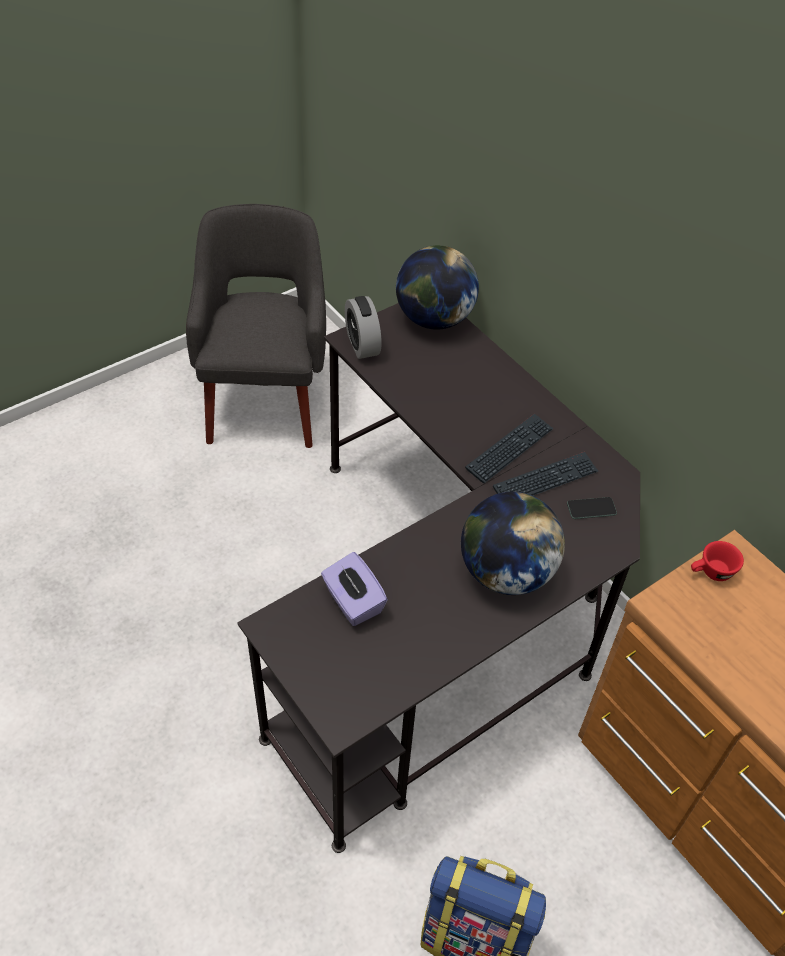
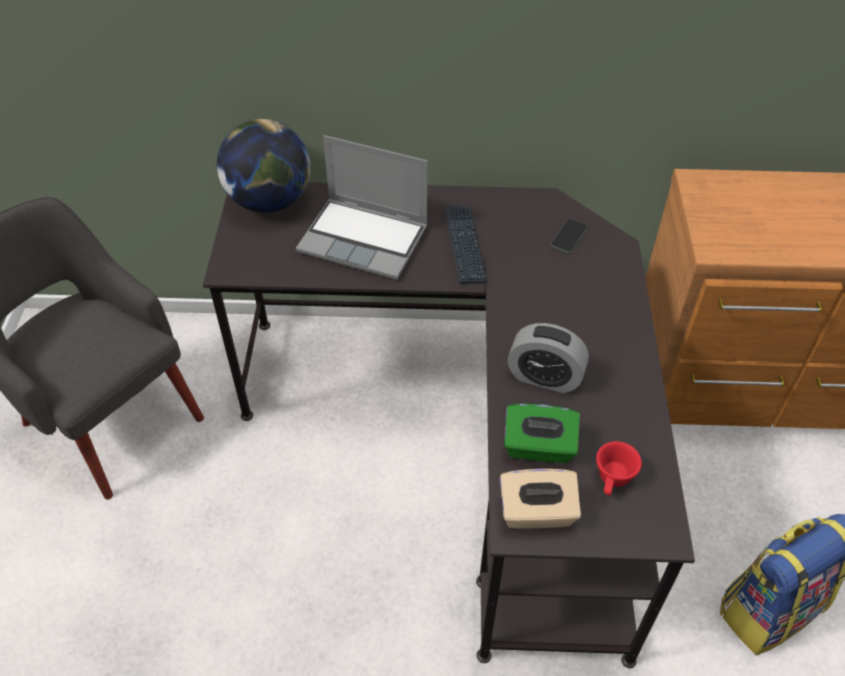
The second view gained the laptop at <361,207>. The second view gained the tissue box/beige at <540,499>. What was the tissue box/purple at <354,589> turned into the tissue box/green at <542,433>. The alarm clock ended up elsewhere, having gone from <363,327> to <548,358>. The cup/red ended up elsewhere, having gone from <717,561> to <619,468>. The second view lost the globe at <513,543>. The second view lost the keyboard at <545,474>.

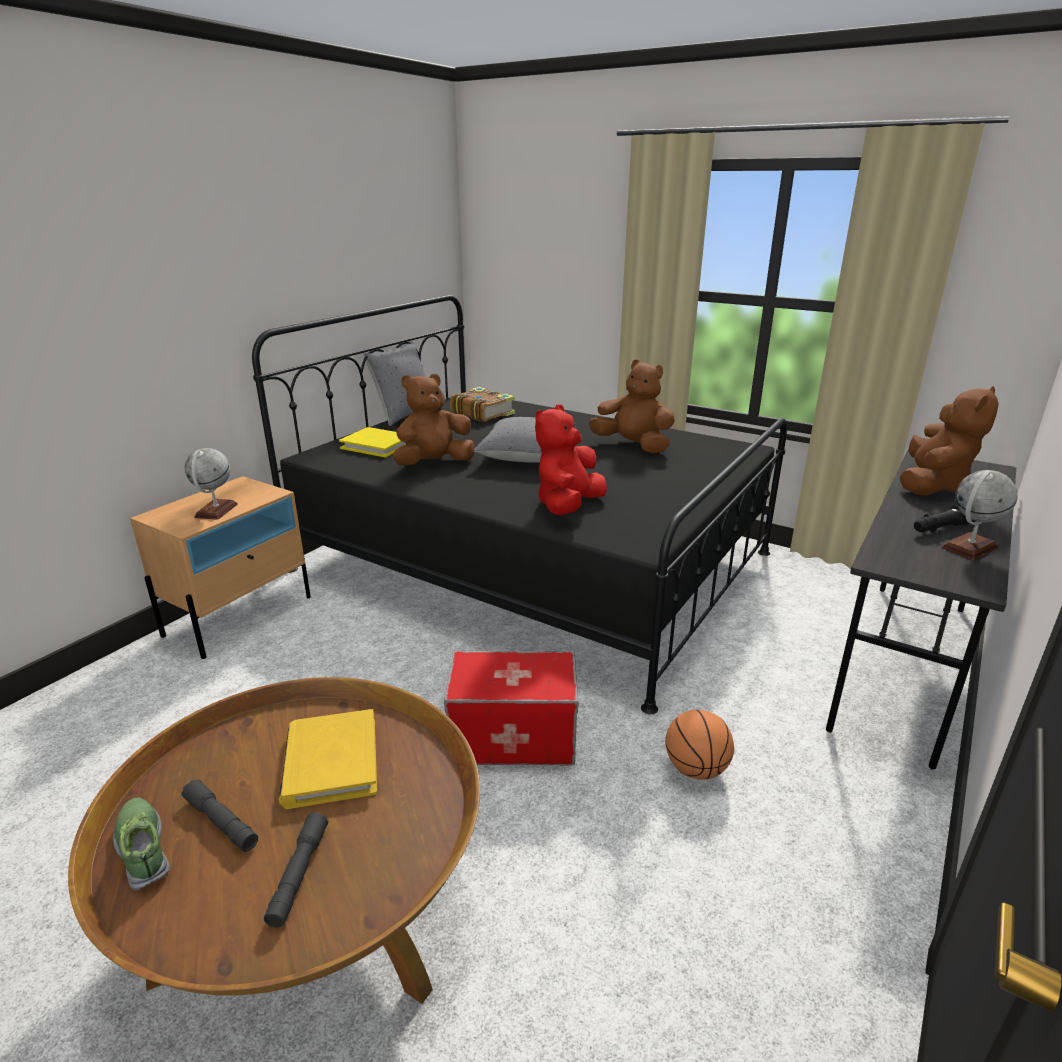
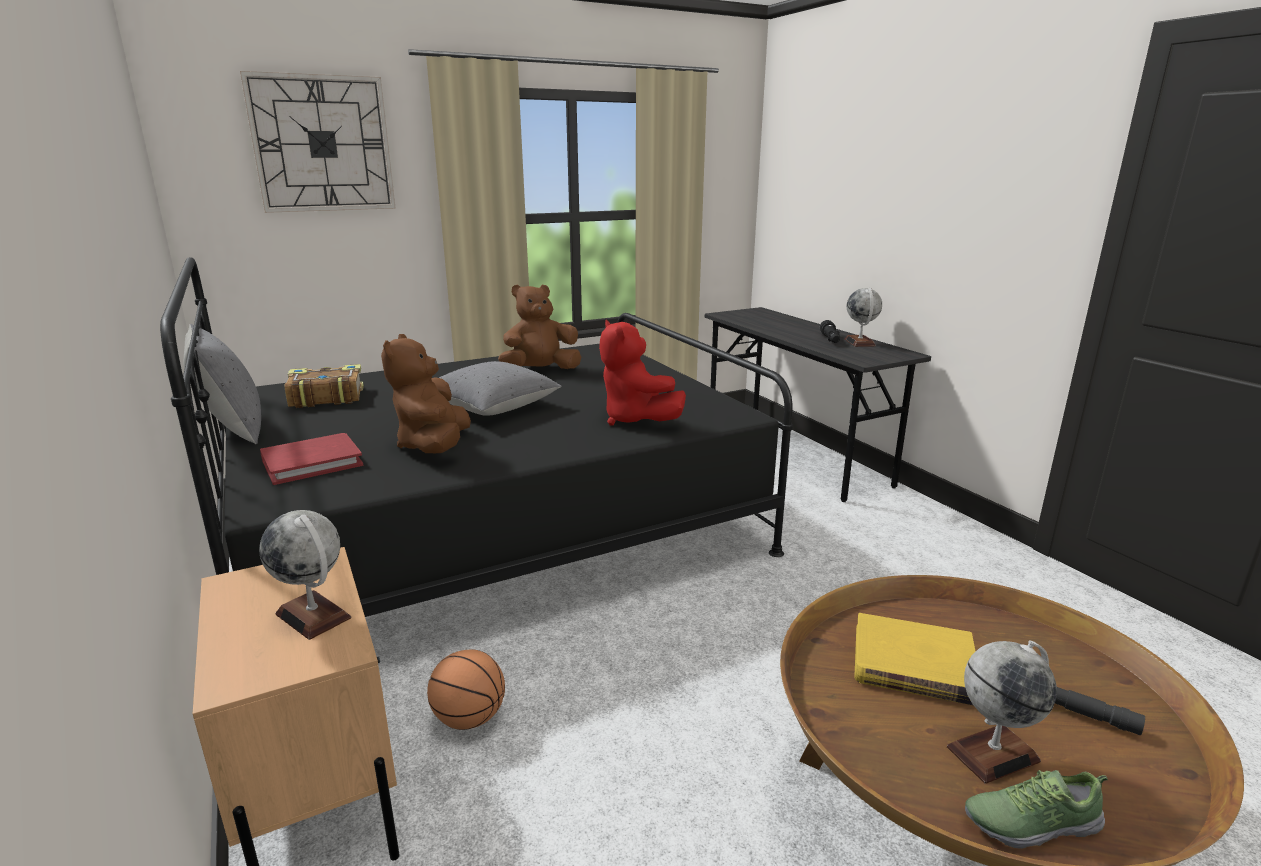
The second view gained the wall clock at <318,142>. What was the book/yellow at <372,442> turned into the book/red at <311,459>. The basketball ended up elsewhere, having gone from <699,745> to <466,690>. Where the flashlight/grey stood at <220,815>, the globe came to stand at <1002,712>. The second view lost the storage box at <511,708>. The second view lost the plush toy/brown at <949,441>.

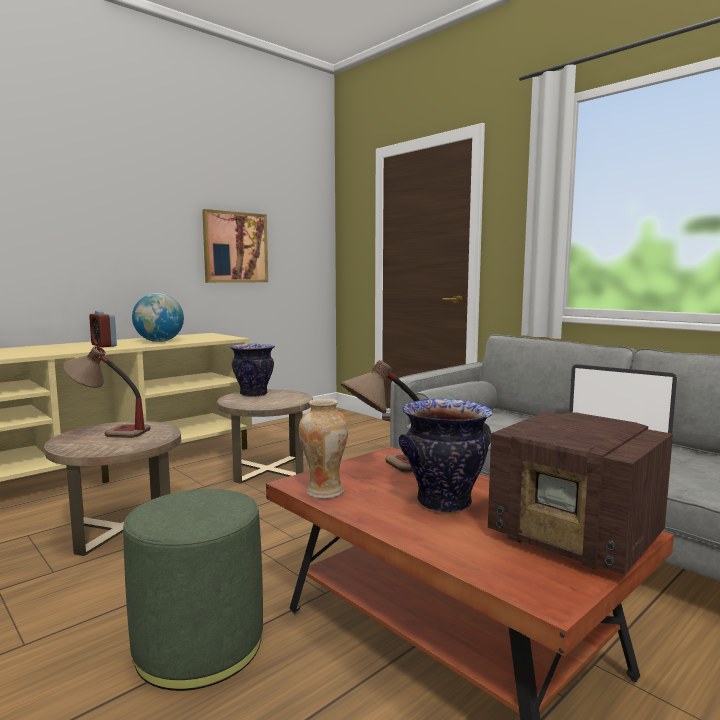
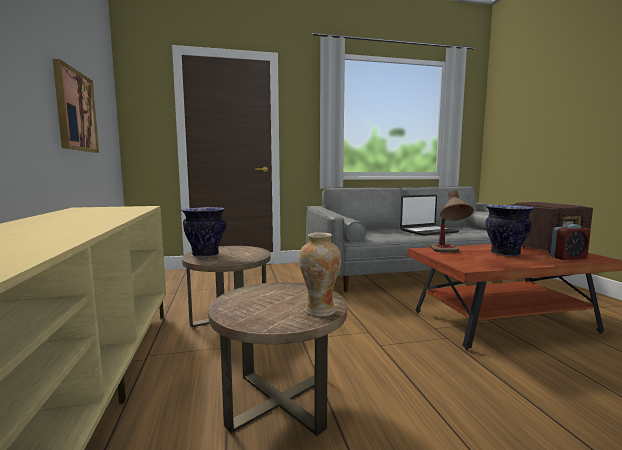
The vase ended up elsewhere, having gone from <323,449> to <320,274>. The alarm clock ended up elsewhere, having gone from <103,329> to <570,242>. The second view lost the table lamp at <106,392>. The second view lost the ottoman/green at <193,590>. The second view lost the globe at <158,317>.

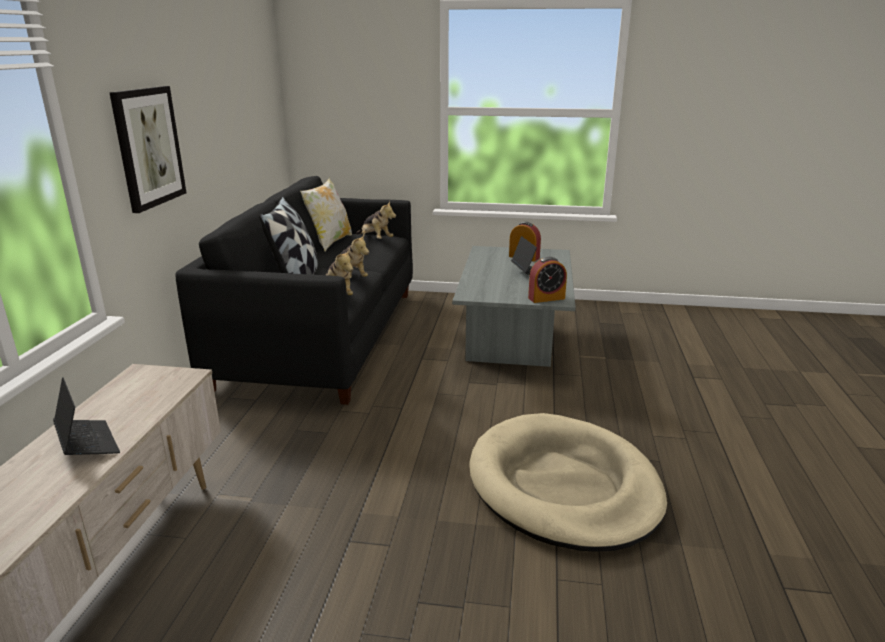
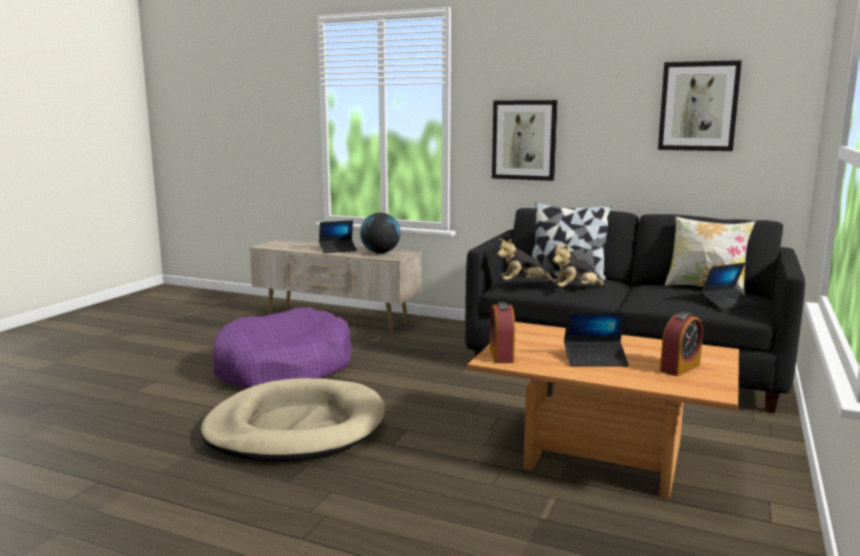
The second view gained the dog bed/purple at <282,347>. The second view gained the globe at <380,233>. What was the coffee table/grey at <514,306> turned into the coffee table/brown at <603,410>. The second view gained the picture at <700,105>. Where the plush toy stood at <376,220>, the laptop came to stand at <728,286>.

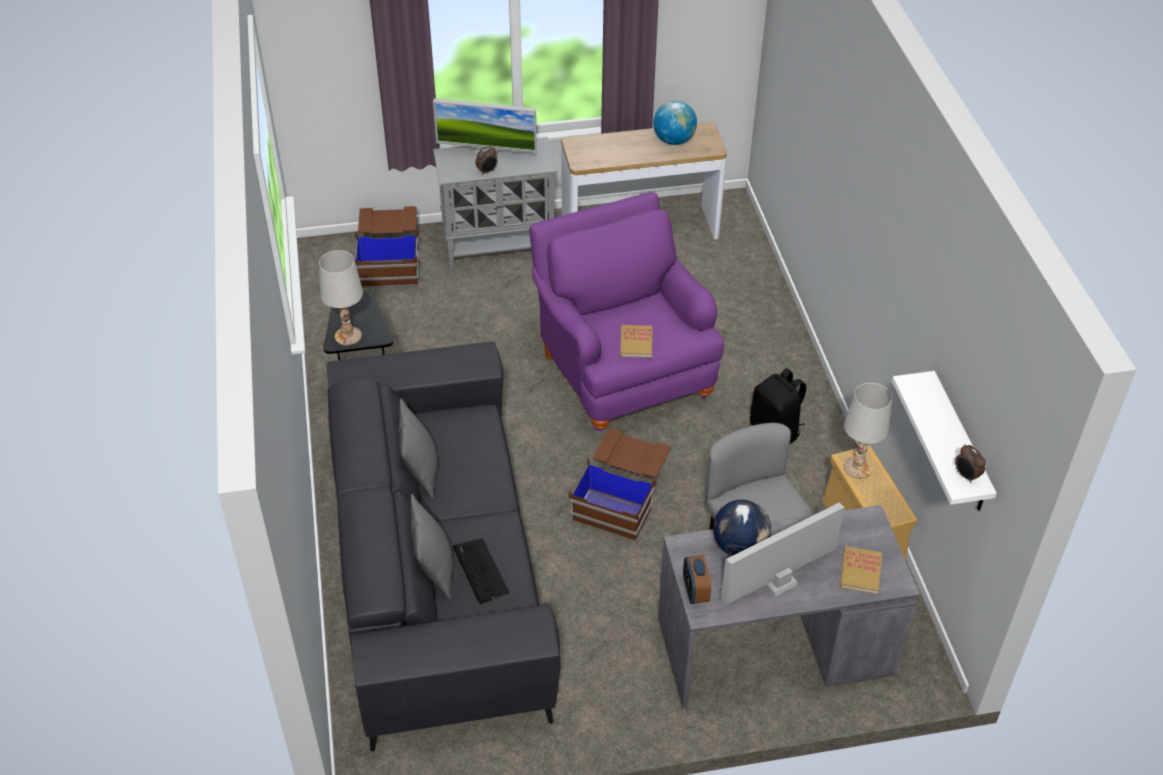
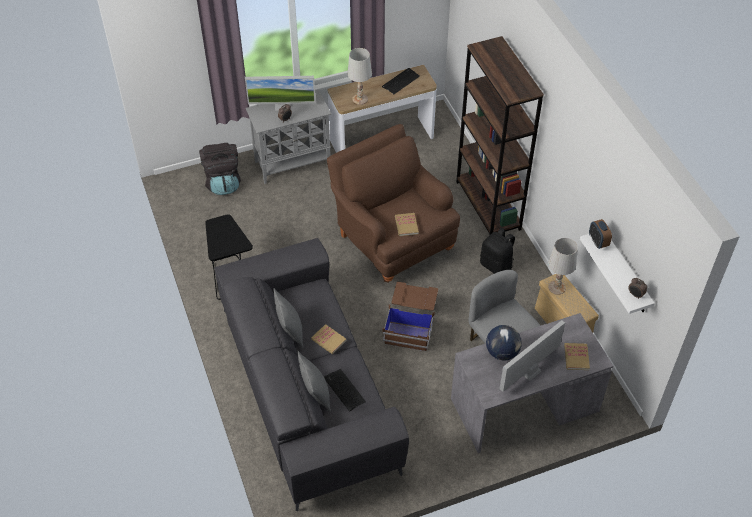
Where the storage box/brown stood at <386,246>, the backpack/black came to stand at <220,169>. The second view gained the book at <329,339>. What was the armchair/purple at <626,311> turned into the armchair/brown at <393,203>. The table lamp/white ended up elsewhere, having gone from <341,298> to <360,76>. Where the globe stood at <675,123>, the keyboard came to stand at <401,81>. The second view gained the bookcase/brown at <500,136>. The alarm clock ended up elsewhere, having gone from <697,579> to <600,234>.

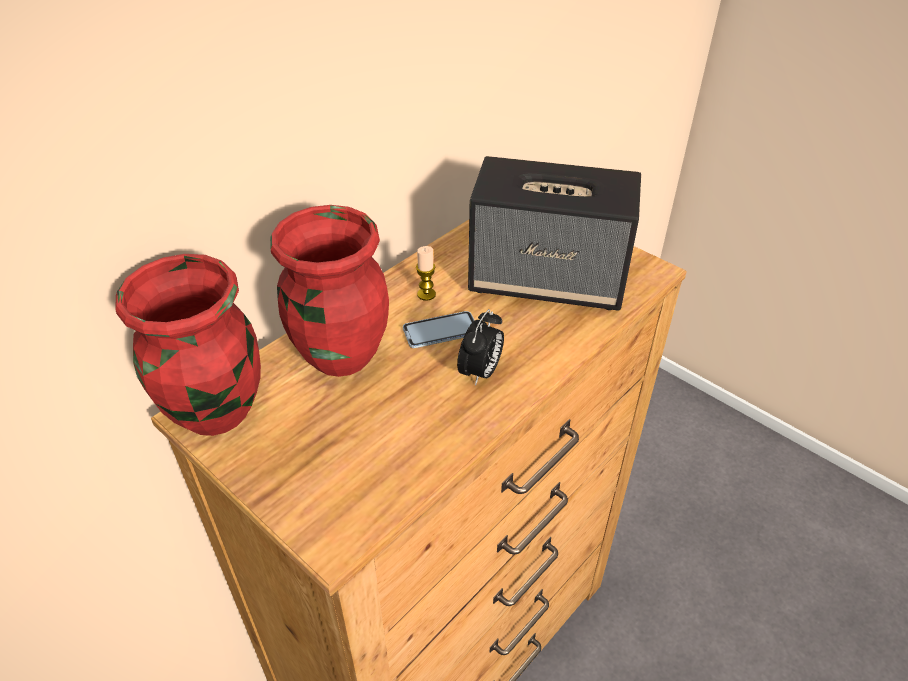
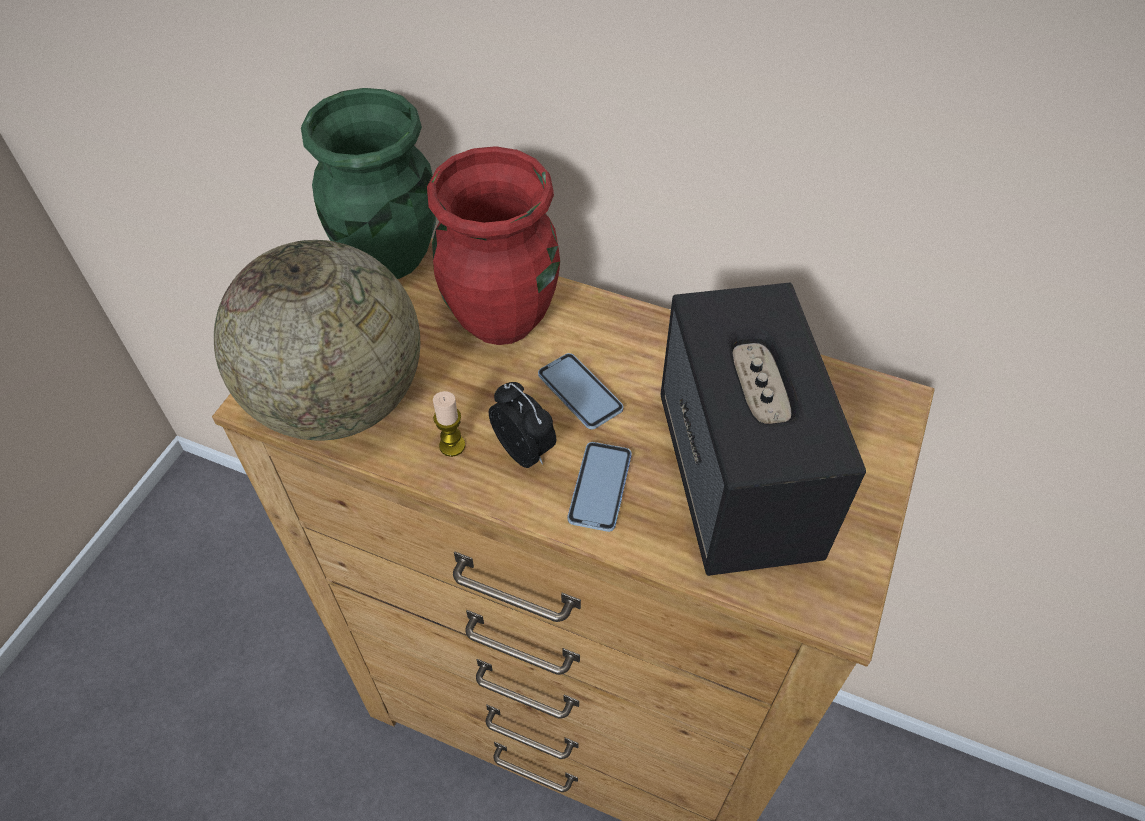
The second view gained the globe at <317,340>. What was the vase/red at <188,345> turned into the vase/green at <368,183>. The candle ended up elsewhere, having gone from <426,273> to <449,424>. The alarm clock at <480,347> ended up facing another way, 135 degrees counterclockwise from before. The second view gained the phone at <600,487>.

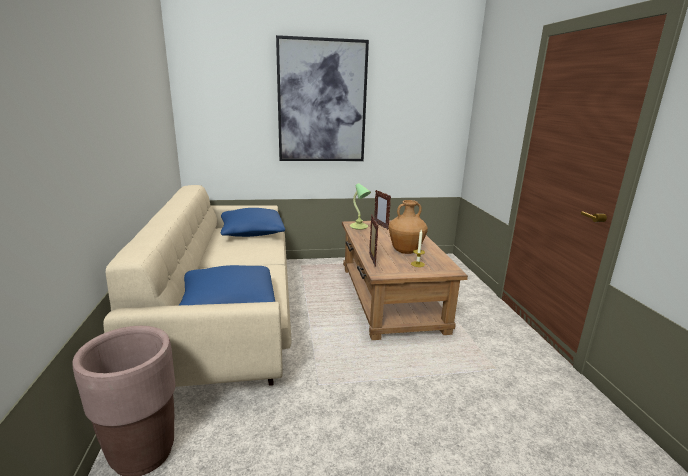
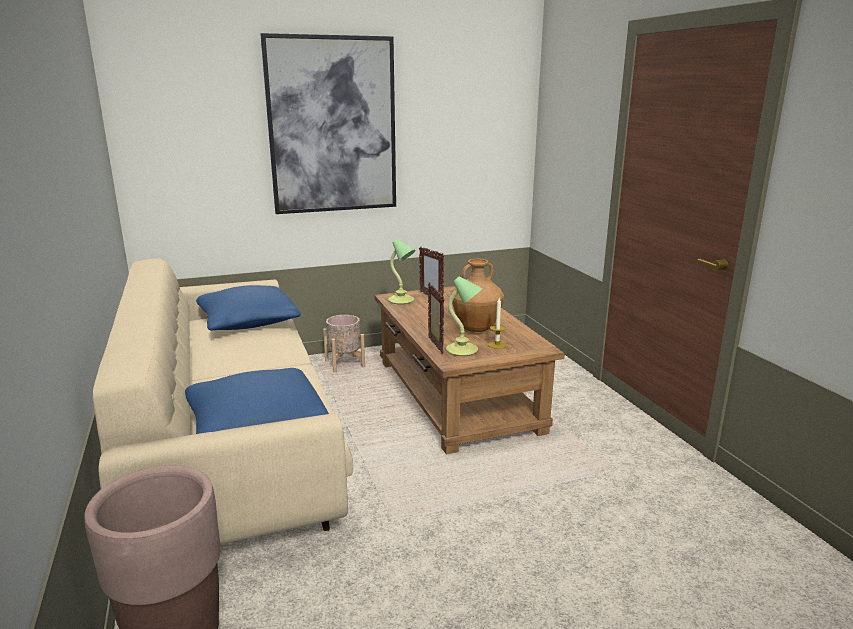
The second view gained the planter/beige at <344,343>. The second view gained the table lamp at <464,316>.

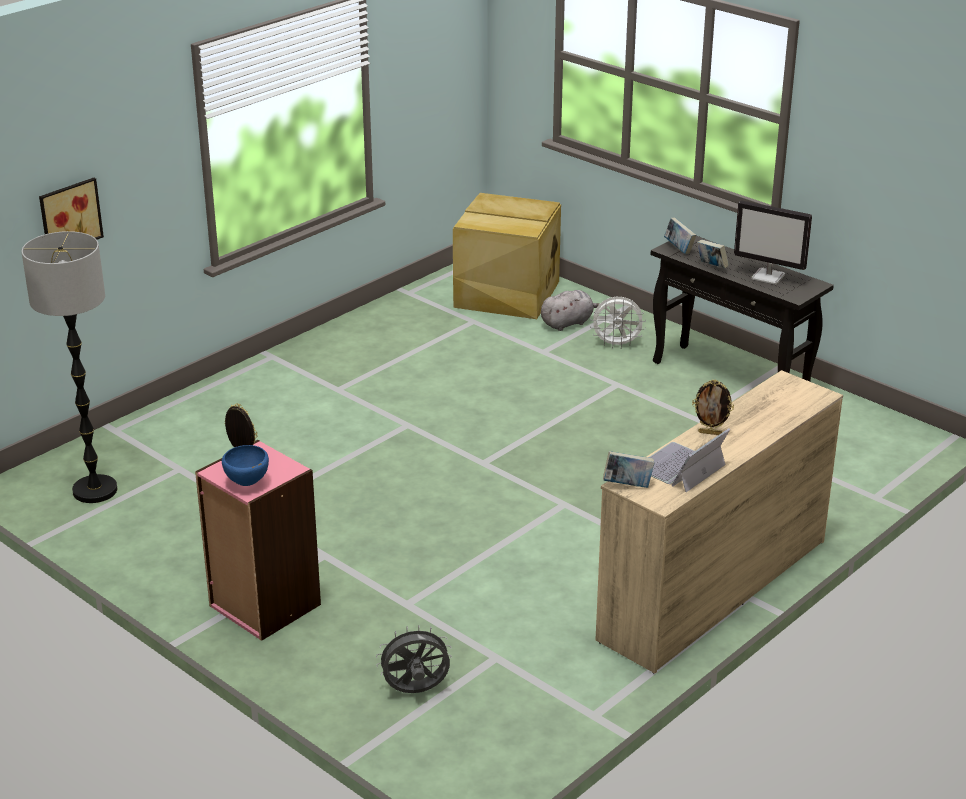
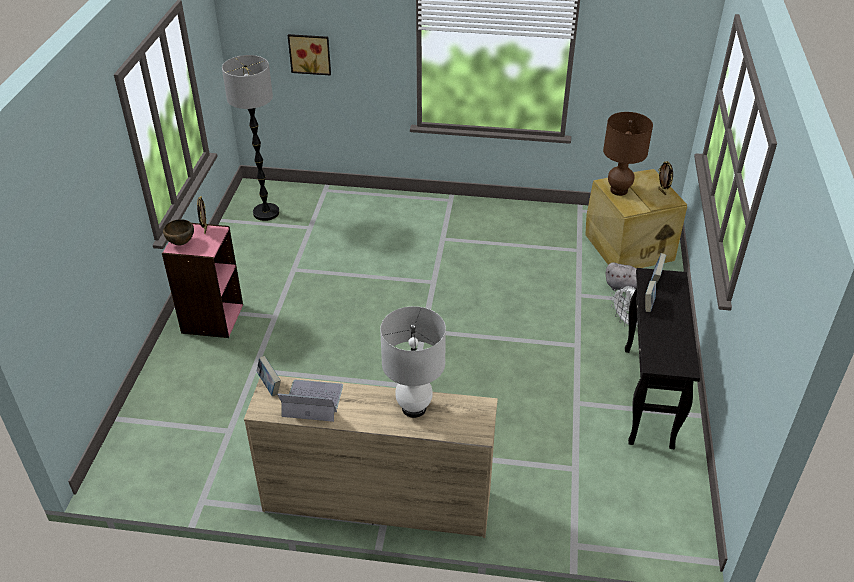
What was the bowl/blue at <245,465> turned into the bowl/brown at <178,232>. The second view gained the table lamp/white at <413,362>. The second view gained the table lamp/brown at <628,154>. The picture frame ended up elsewhere, having gone from <713,407> to <665,178>. The second view lost the fan/grey at <414,659>. The second view lost the monitor at <773,242>.

